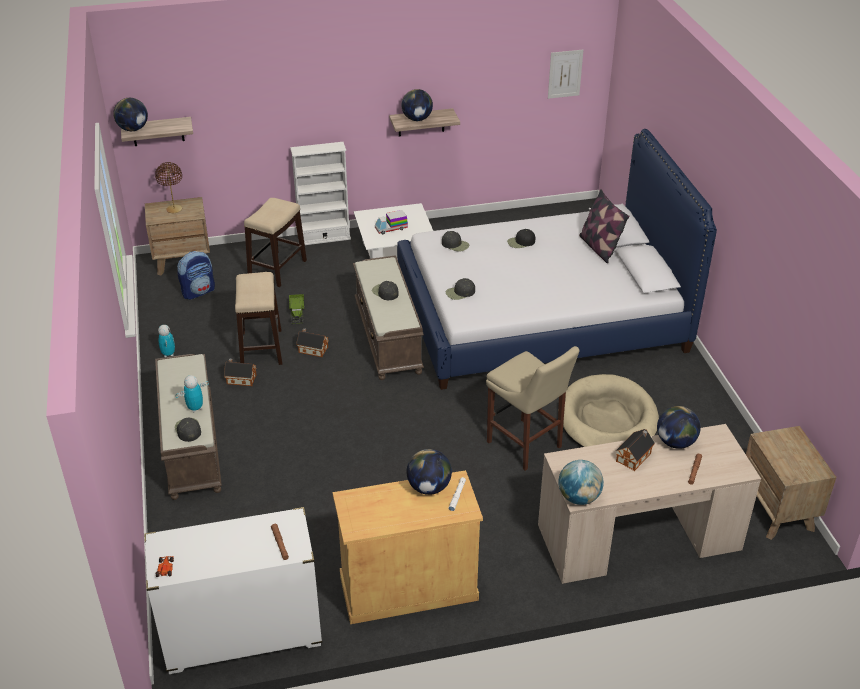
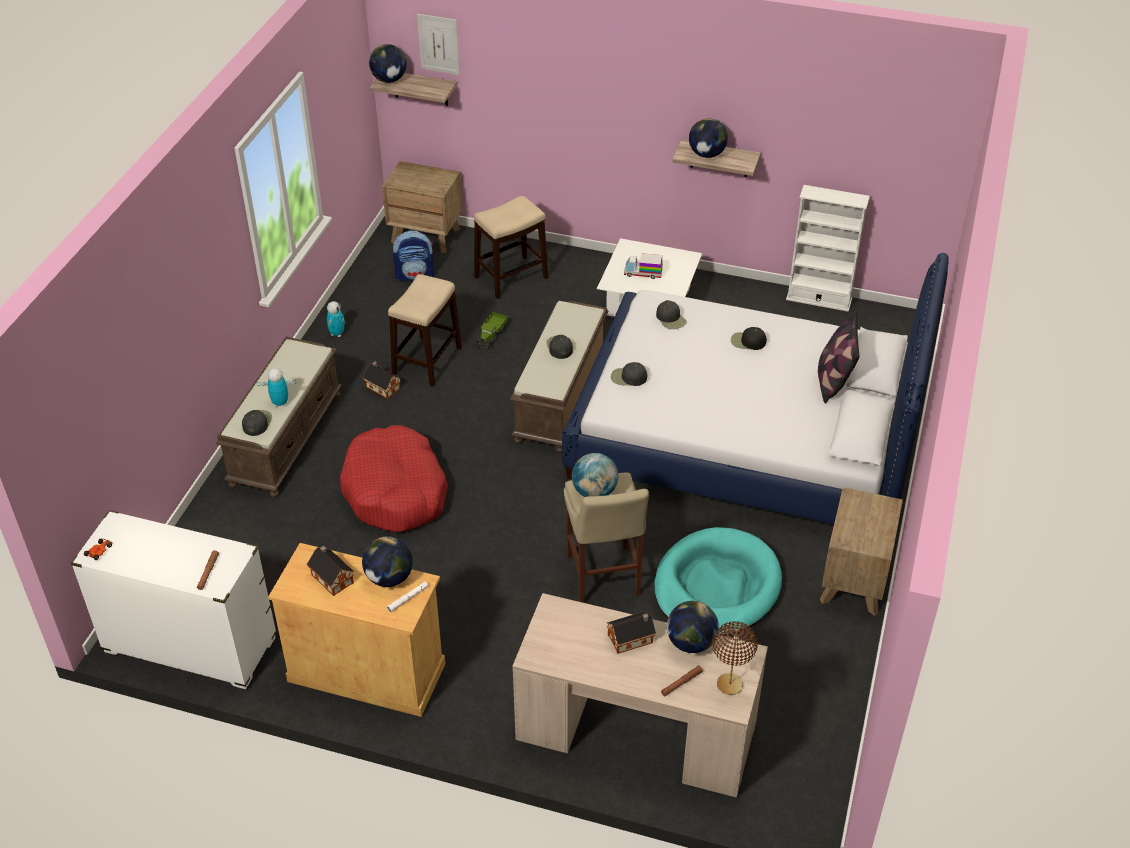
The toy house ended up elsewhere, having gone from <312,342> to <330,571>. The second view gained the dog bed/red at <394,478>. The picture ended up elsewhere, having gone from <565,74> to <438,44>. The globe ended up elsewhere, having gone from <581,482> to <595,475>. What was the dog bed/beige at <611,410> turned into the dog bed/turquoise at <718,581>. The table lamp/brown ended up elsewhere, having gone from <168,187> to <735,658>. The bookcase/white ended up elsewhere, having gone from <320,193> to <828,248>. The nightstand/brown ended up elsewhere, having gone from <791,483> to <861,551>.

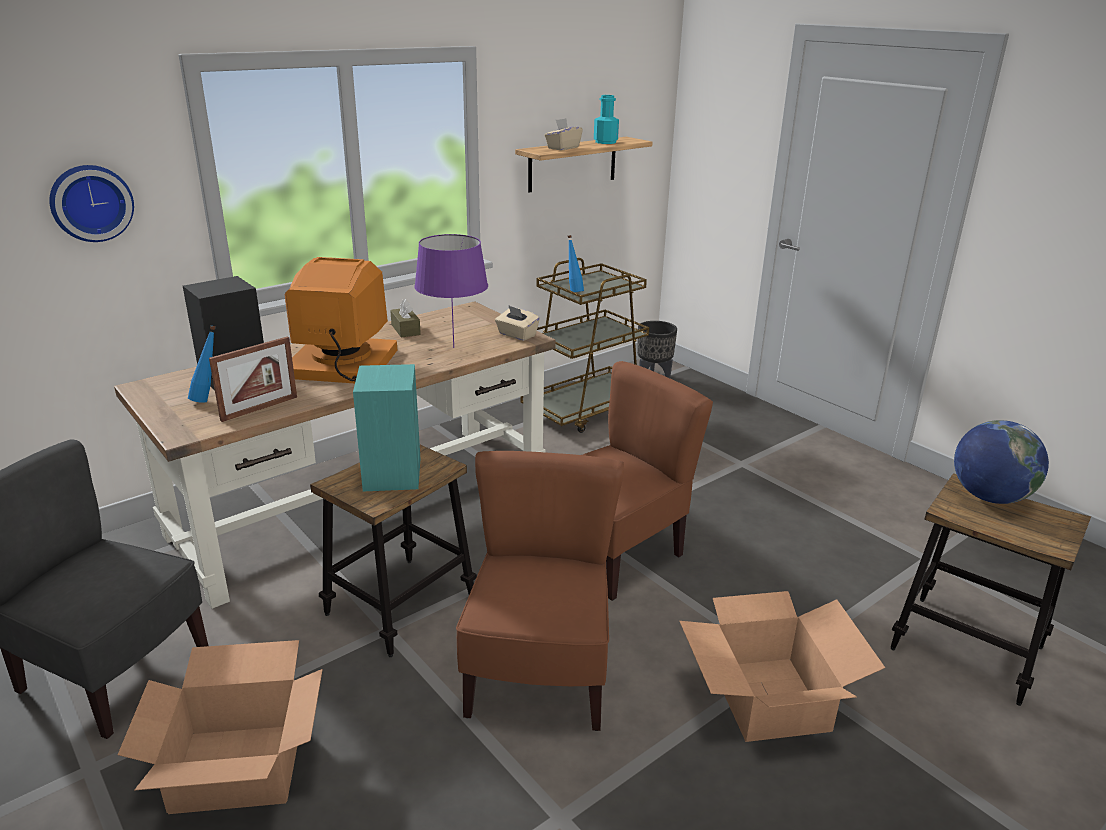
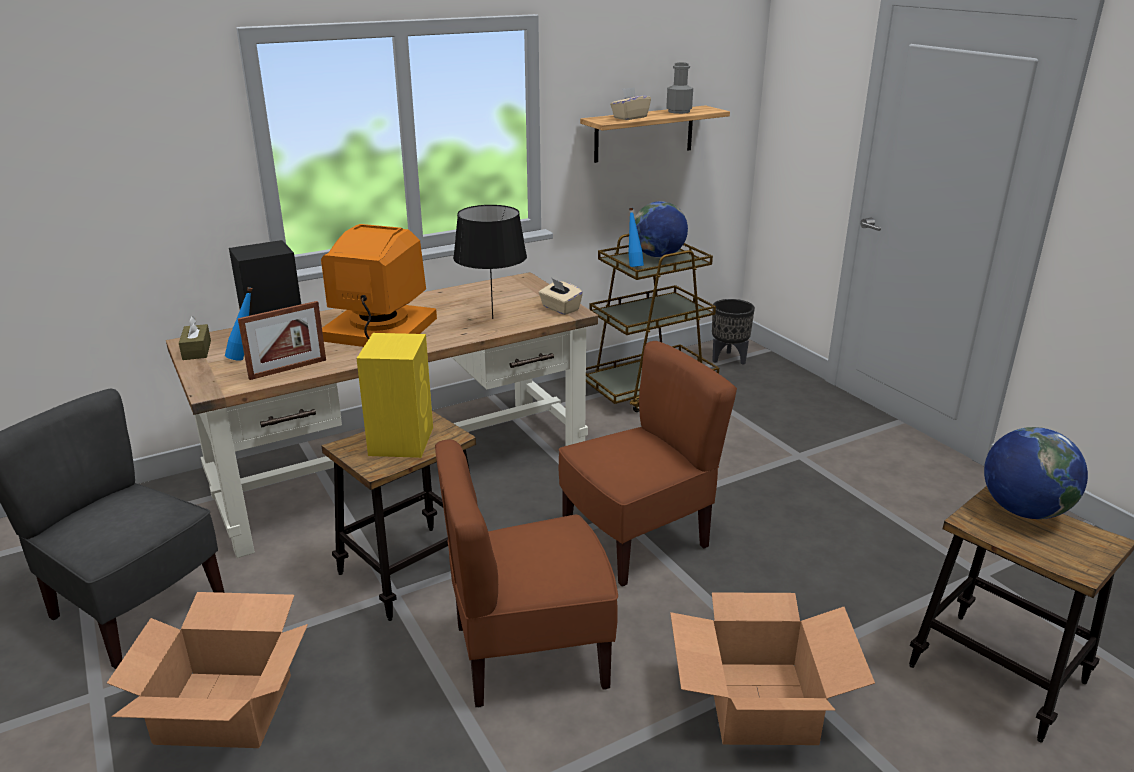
The tissue box/brown ended up elsewhere, having gone from <405,318> to <195,338>. What was the speaker/turquoise at <387,427> turned into the speaker/yellow at <394,395>. The chair/brown at <540,591> ended up facing another way, 120 degrees counterclockwise from before. What was the table lamp/purple at <451,291> turned into the table lamp/black at <490,262>. The second view gained the globe at <661,229>. What was the bottle/turquoise at <606,119> turned into the bottle/grey at <679,88>. The second view lost the wall clock at <91,203>.

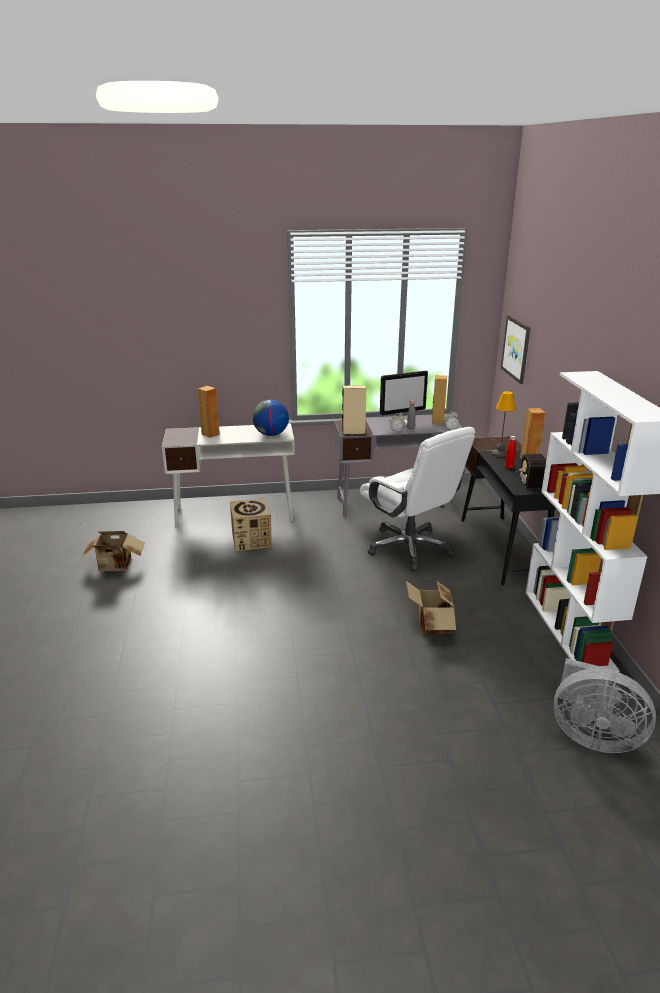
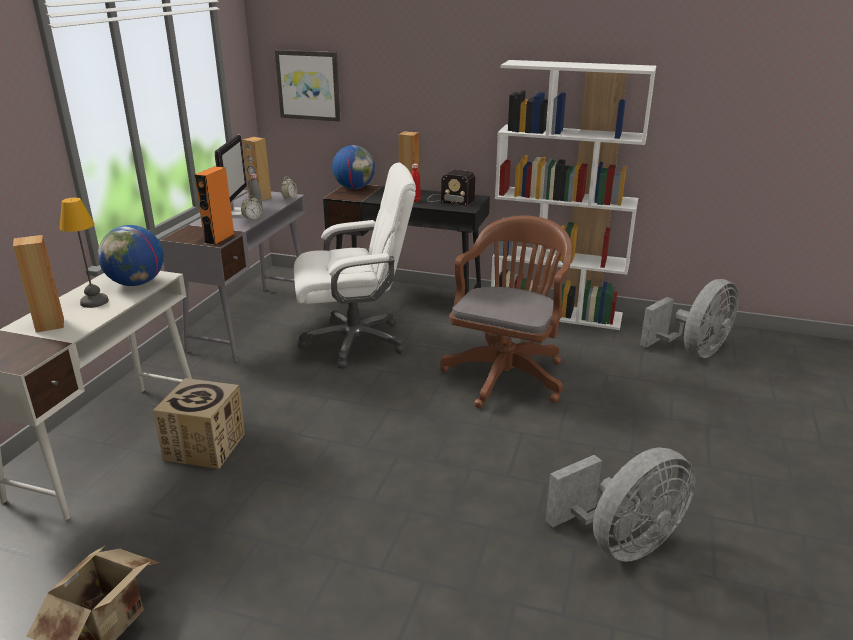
The table lamp ended up elsewhere, having gone from <504,424> to <84,253>. What was the speaker/beige at <354,410> turned into the speaker/orange at <214,205>. The second view gained the globe at <353,167>. Where the cardboard box stood at <431,607>, the office chair/brown came to stand at <506,312>. The second view gained the fan/grey at <621,504>.

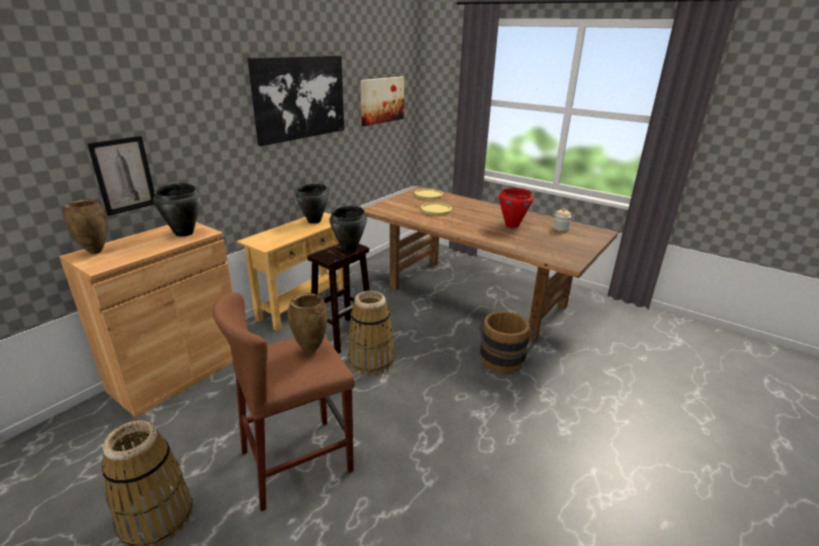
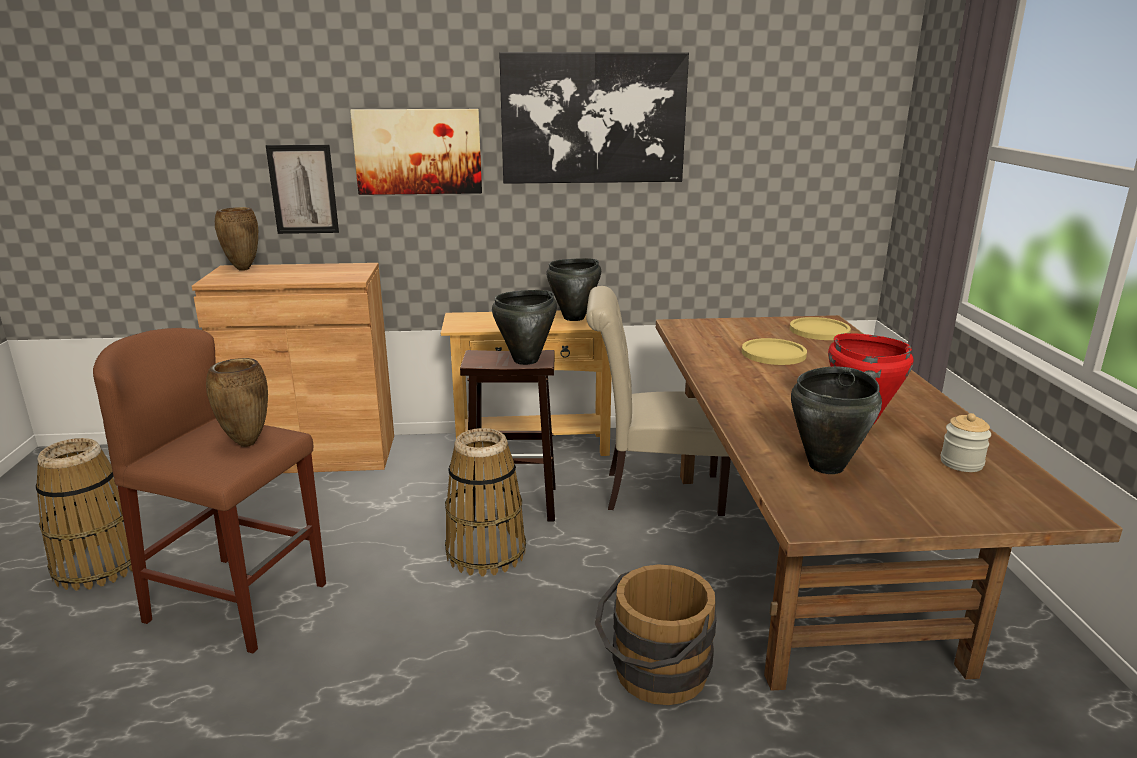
The picture ended up elsewhere, having gone from <382,101> to <416,152>. The second view gained the chair/beige at <658,401>. The cooking pot/black ended up elsewhere, having gone from <176,210> to <836,420>.

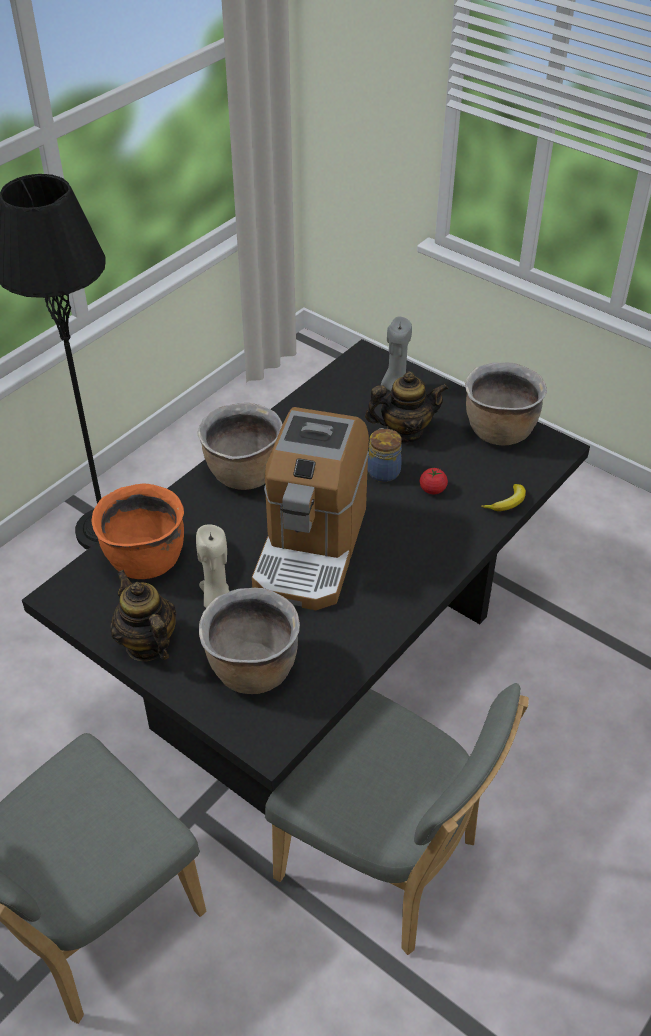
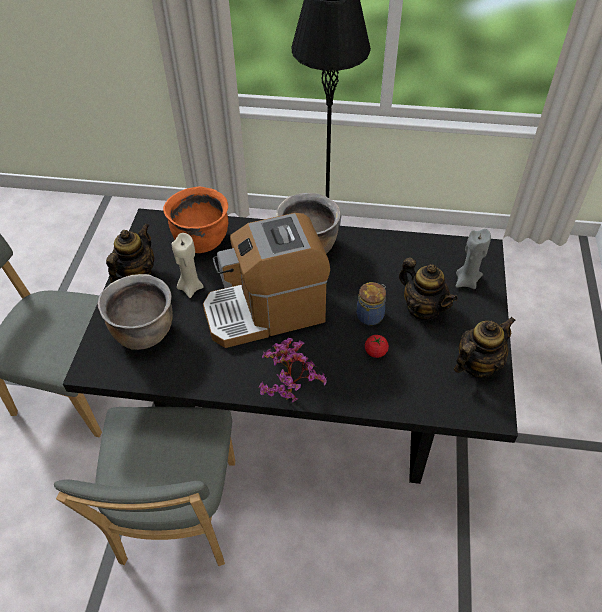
The second view gained the potted plant at <293,370>. Where the cooking pot/brown stood at <506,403>, the teapot came to stand at <485,347>. The second view lost the banana at <503,497>.

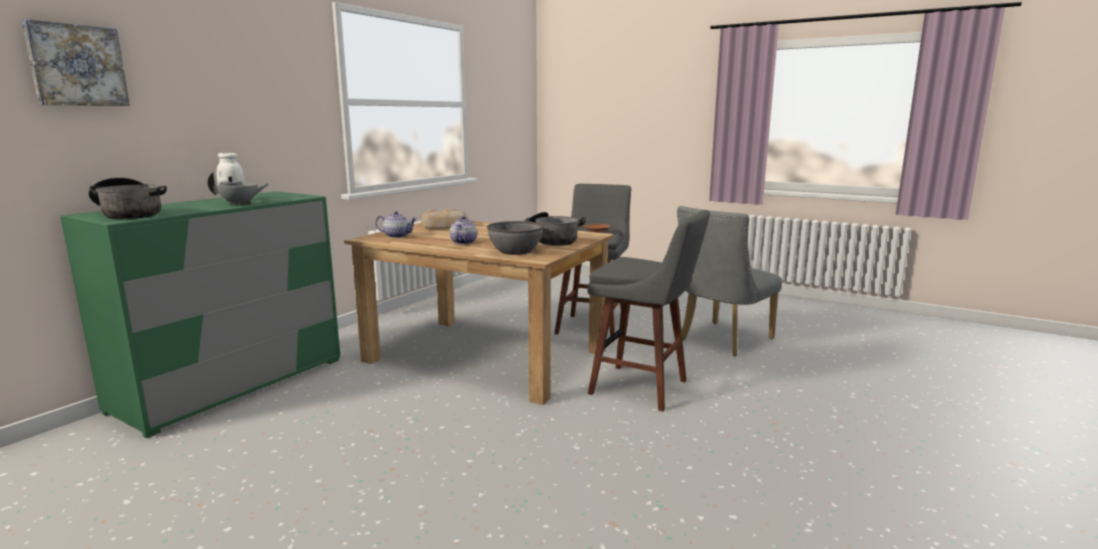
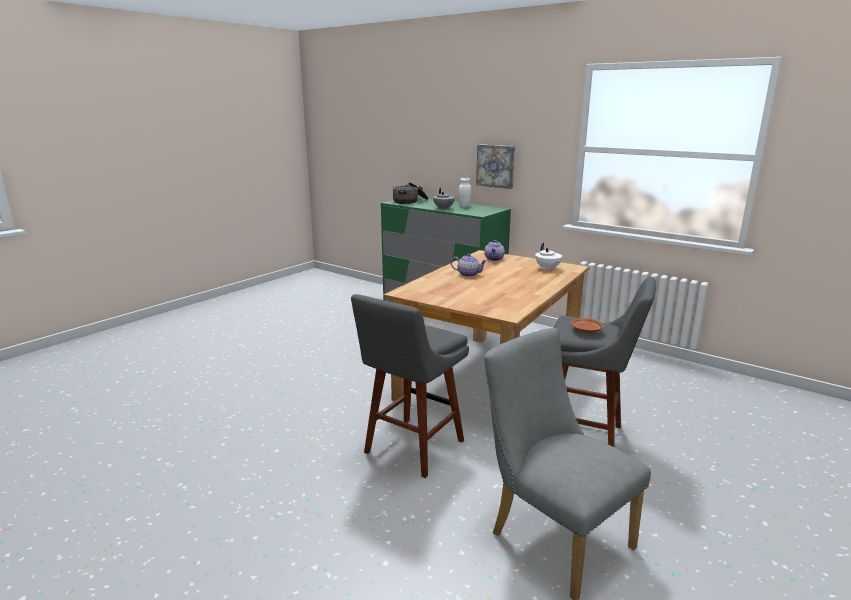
The picture ended up elsewhere, having gone from <76,62> to <495,166>. Where the bread stood at <444,219>, the teapot/white came to stand at <548,257>. The second view lost the bowl/grey at <515,238>. The second view lost the cooking pot at <555,229>.

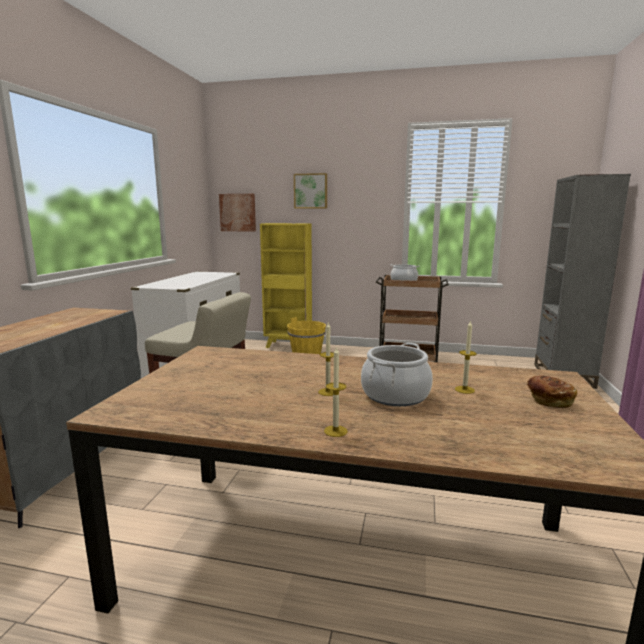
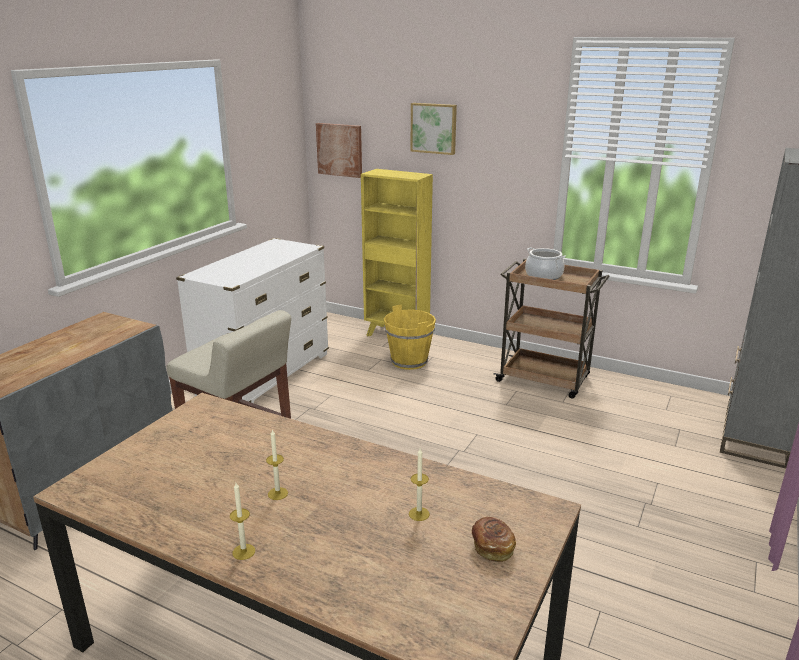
The second view lost the cooking pot at <397,374>.

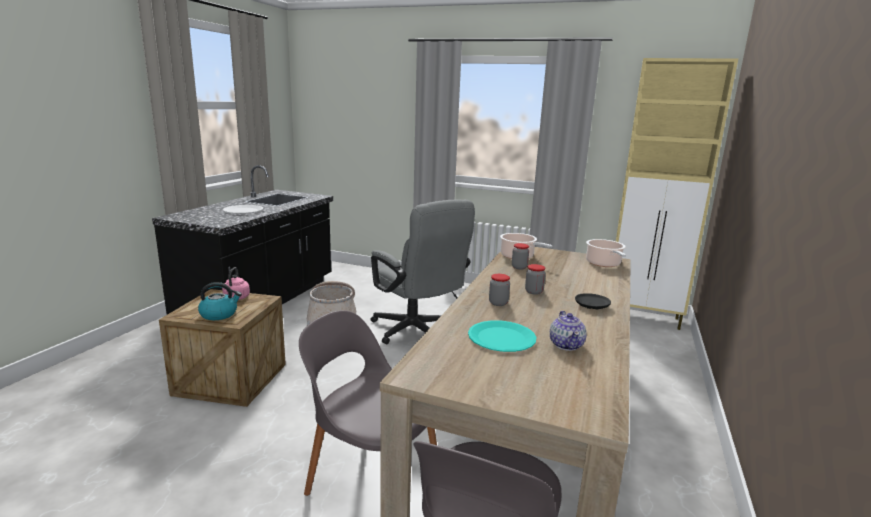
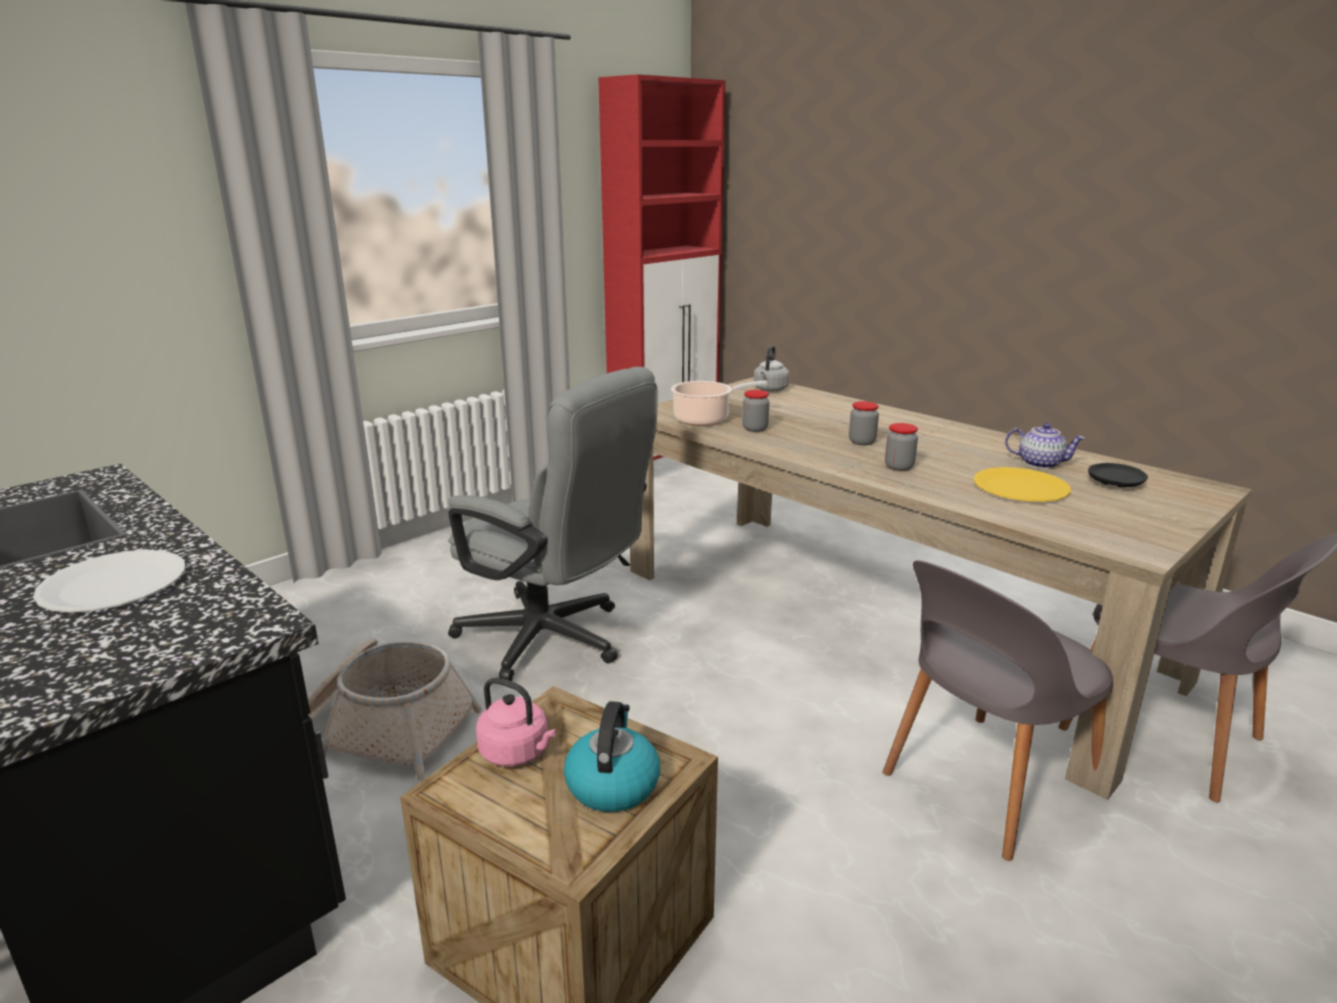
The office chair/grey at <423,271> ended up facing another way, 45 degrees clockwise from before. What was the cabinet/beige at <677,194> turned into the cabinet/red at <661,267>. Where the cooking pot stood at <606,253>, the kettle/grey came to stand at <771,368>. What was the plate/turquoise at <502,336> turned into the plate/yellow at <1022,484>. The plate/black ended up elsewhere, having gone from <593,301> to <1118,475>.

